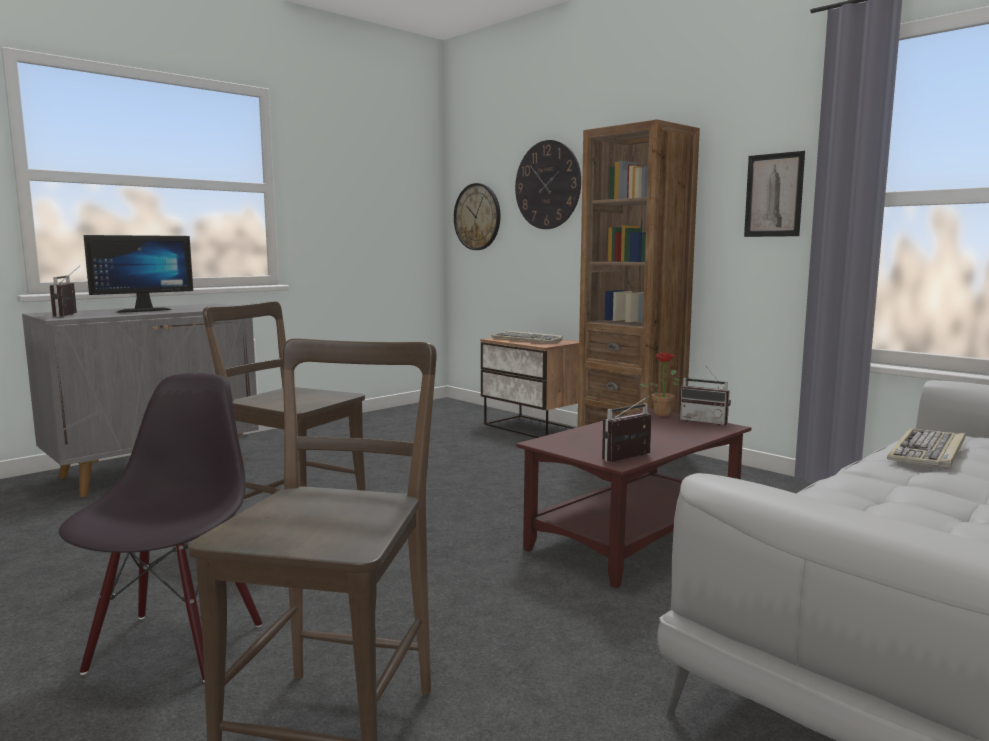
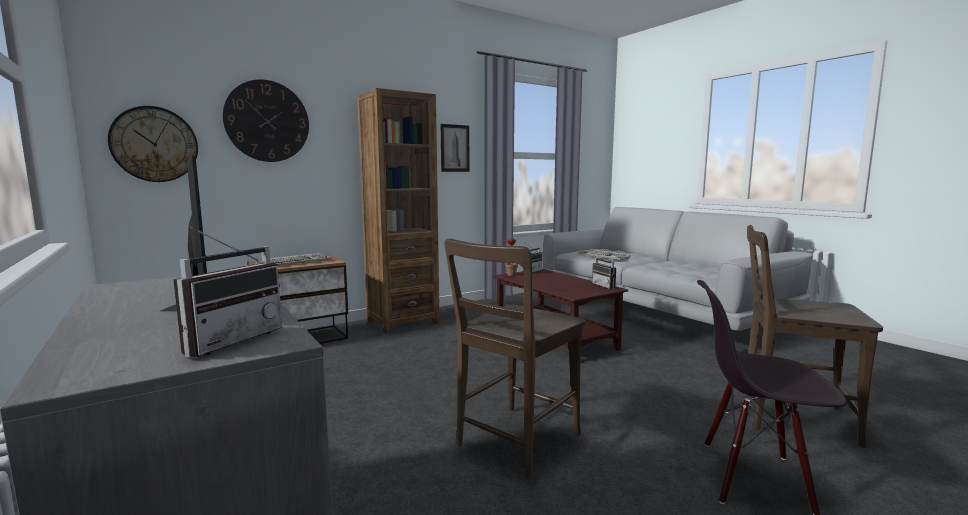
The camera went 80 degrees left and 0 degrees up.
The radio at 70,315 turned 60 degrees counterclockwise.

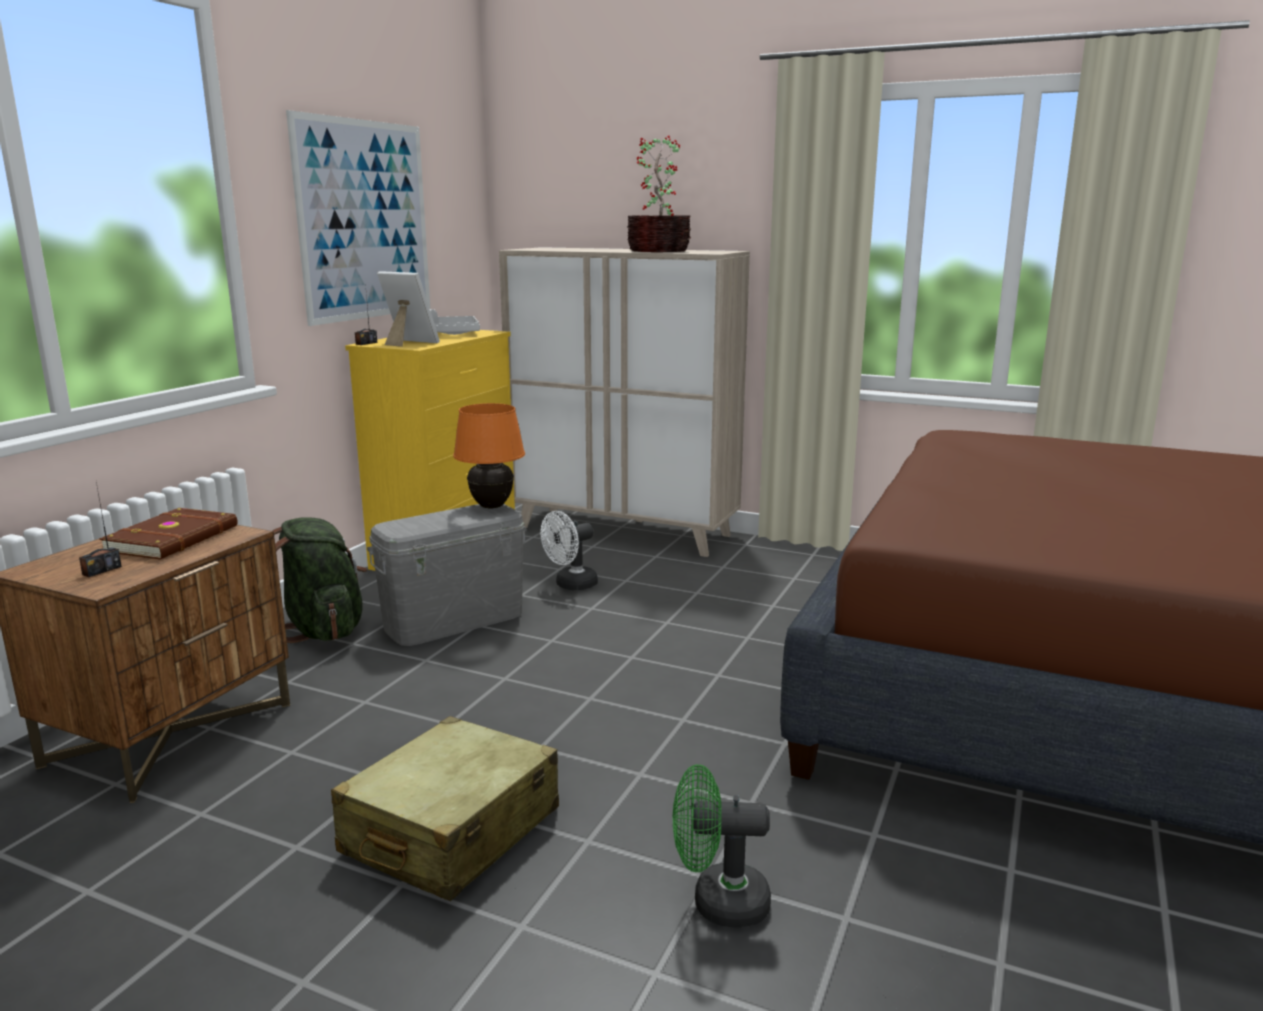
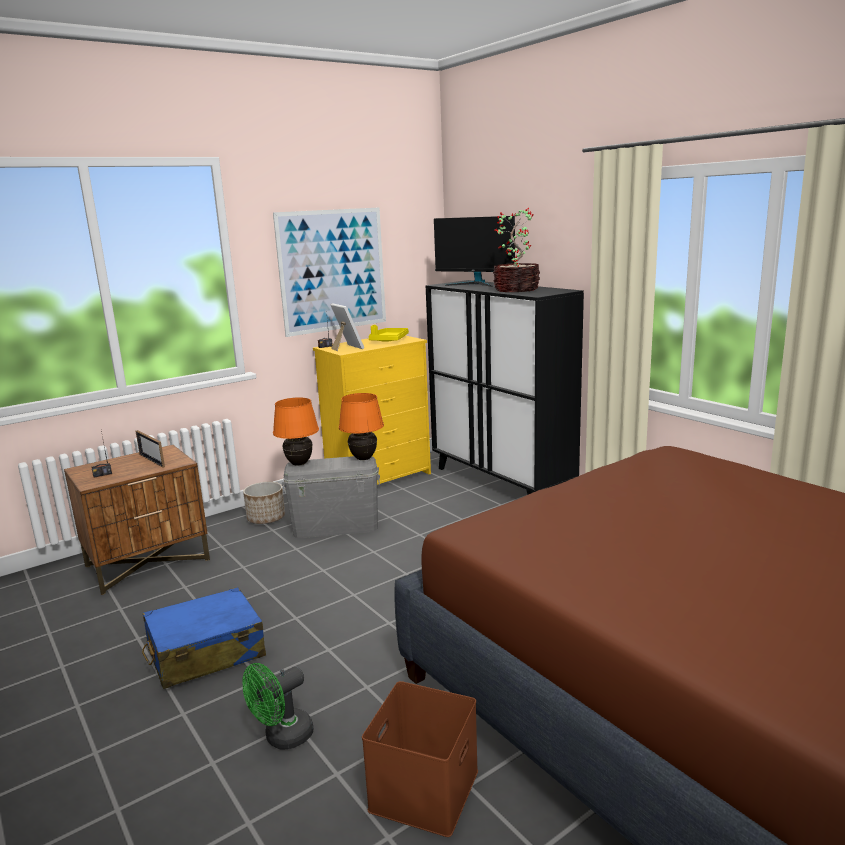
The camera went 30 degrees right and 0 degrees up.
The beige cabinet at 624,531 became the black cabinet at 501,482.
The grey tray at 454,334 became the yellow tray at 389,340.
The brown book at 174,539 was replaced by the picture frame at 152,460.
The white fan at 570,585 disappeared.
The green backpack at 321,630 was replaced by the planter at 266,518.
The beige suitcase at 451,832 became the blue suitcase at 205,653.
The green fan at 718,902 turned 75 degrees counterclockwise.
The monitor at 475,284 appeared.
The orange table lamp at 299,464 appeared.
The brown storage box at 425,792 appeared.

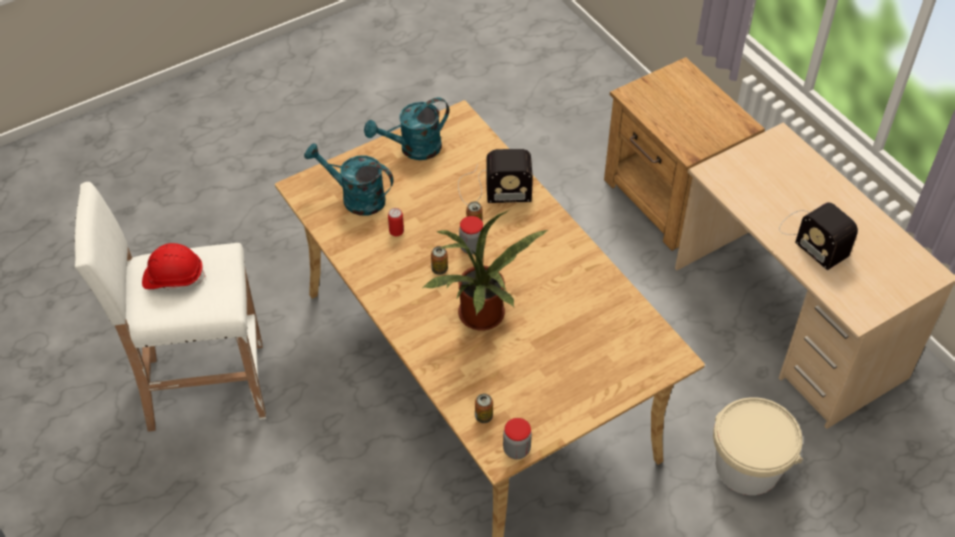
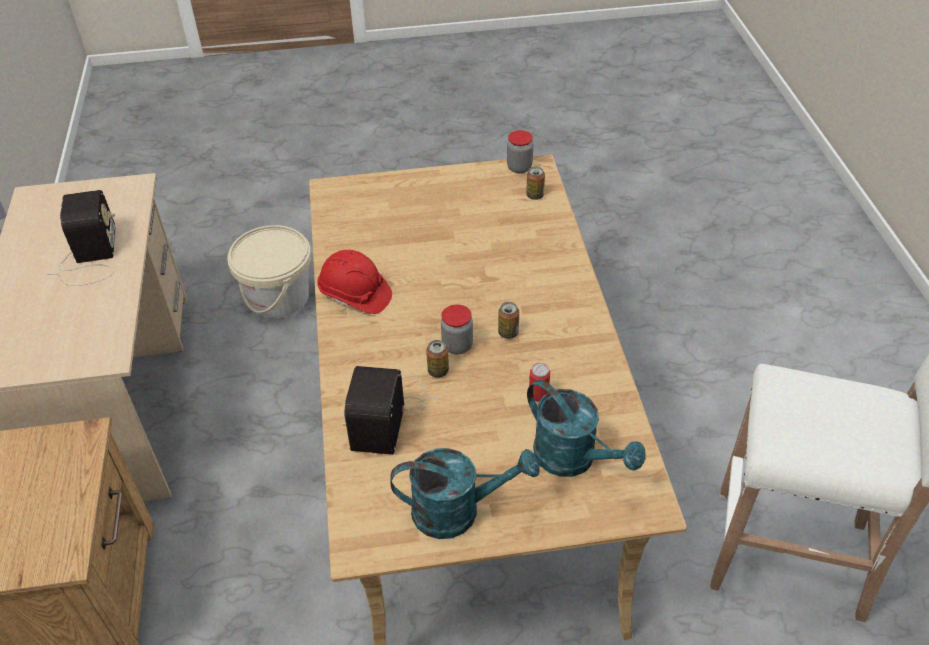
The camera went 155 degrees left and 5 degrees down.
The radio at 492,189 turned 105 degrees counterclockwise.
The potted plant at 482,318 disappeared.
The red hard hat moved from 173,277 to 355,295.

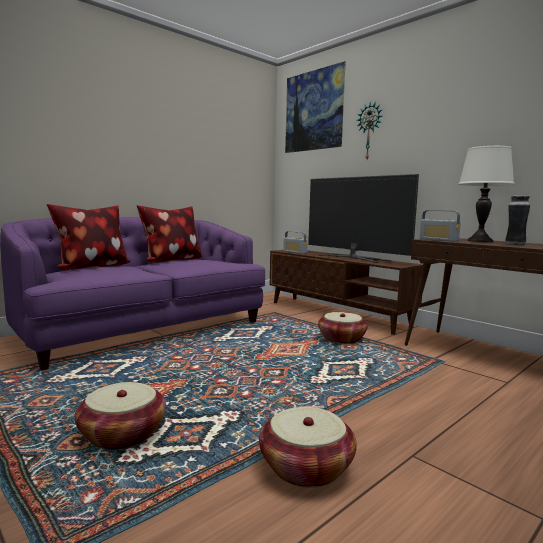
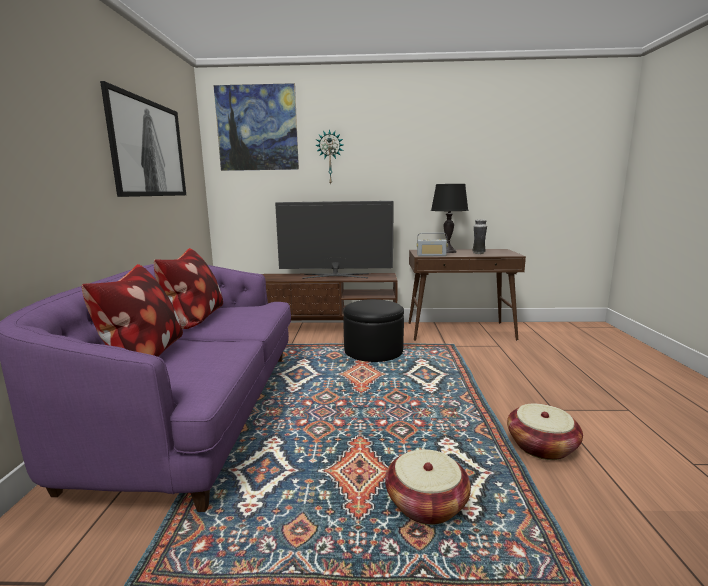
The camera went 45 degrees left and 5 degrees up.
The white table lamp at 480,241 became the black table lamp at 447,251.
The radio at 295,252 disappeared.
The basket at 342,339 was replaced by the black ottoman at 373,351.
The picture at 149,148 appeared.

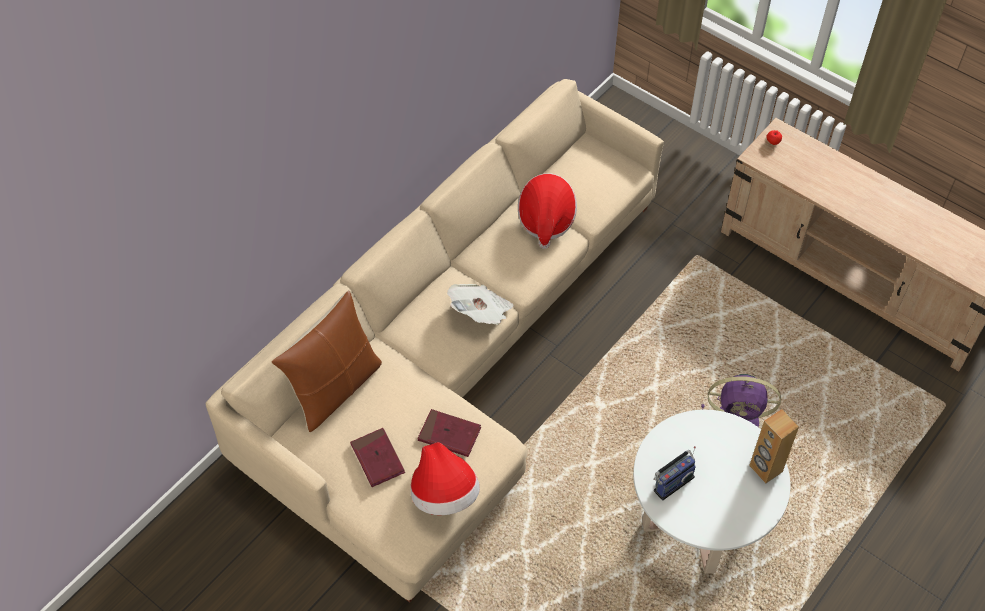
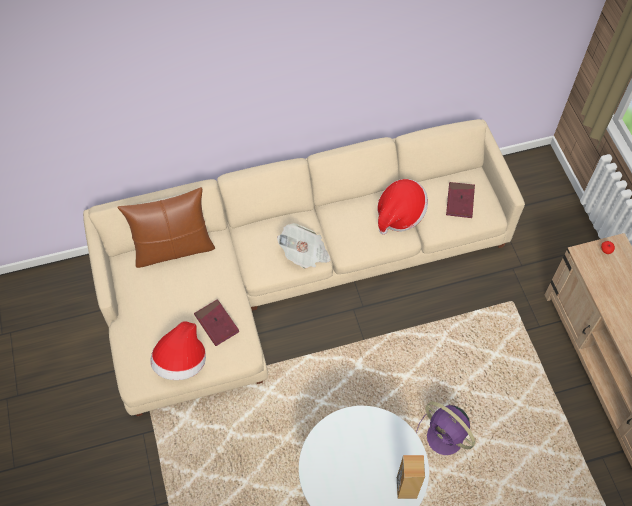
The camera went 35 degrees right and 5 degrees up.
The red book moved from 377,459 to 460,201.
The radio at 672,482 disappeared.

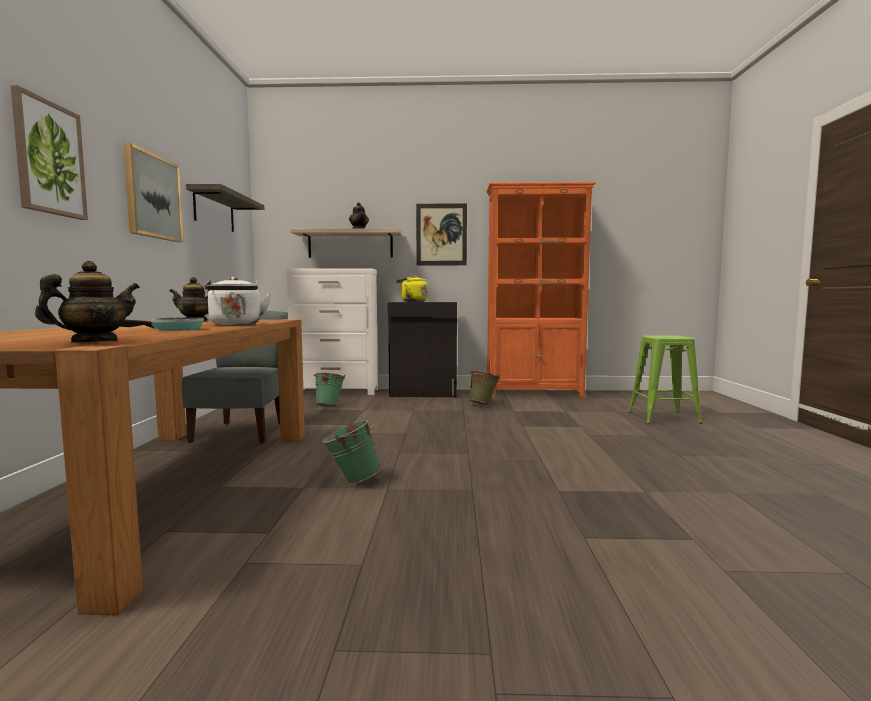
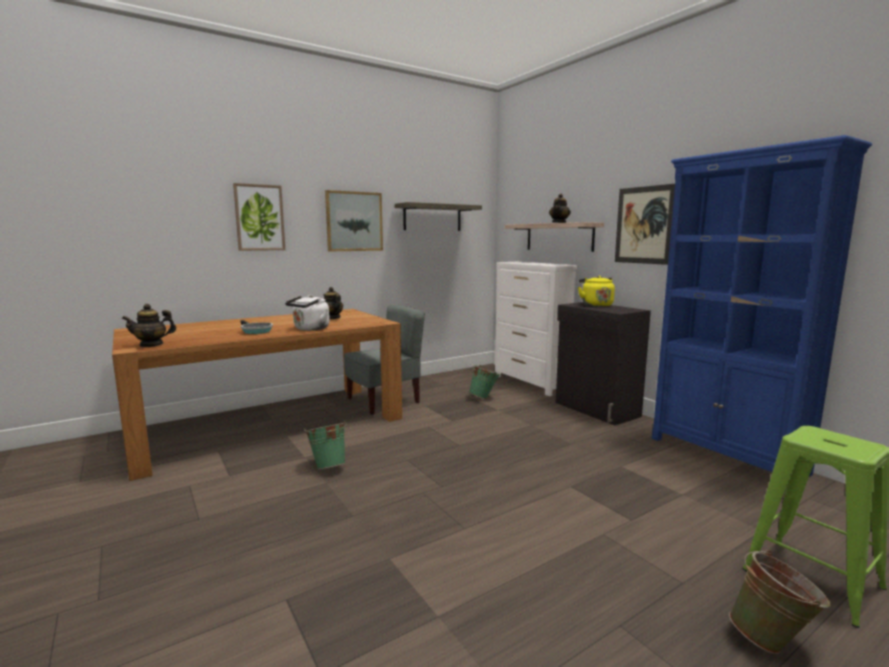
The camera went 55 degrees right and 5 degrees up.
The orange bookcase at 534,393 became the blue bookcase at 726,455.
The teapot at 94,342 turned 150 degrees clockwise.
The green bucket moved from 483,405 to 772,641.

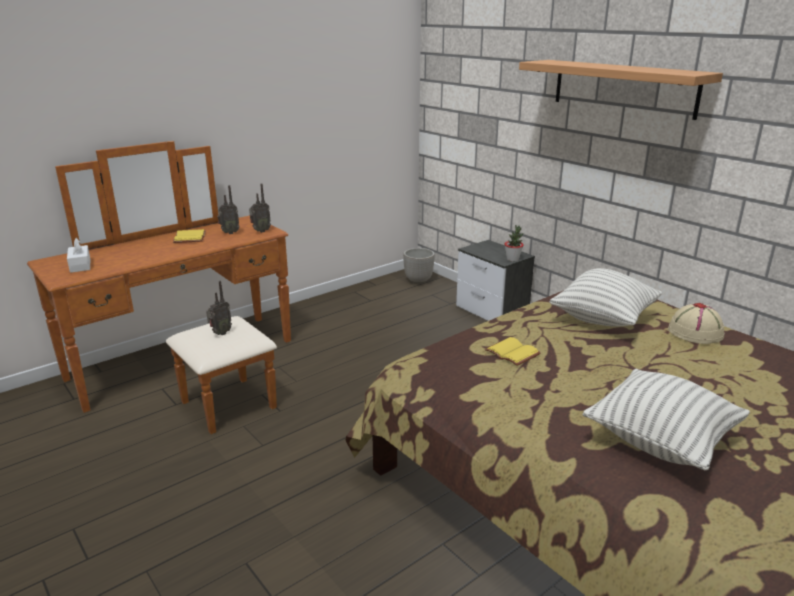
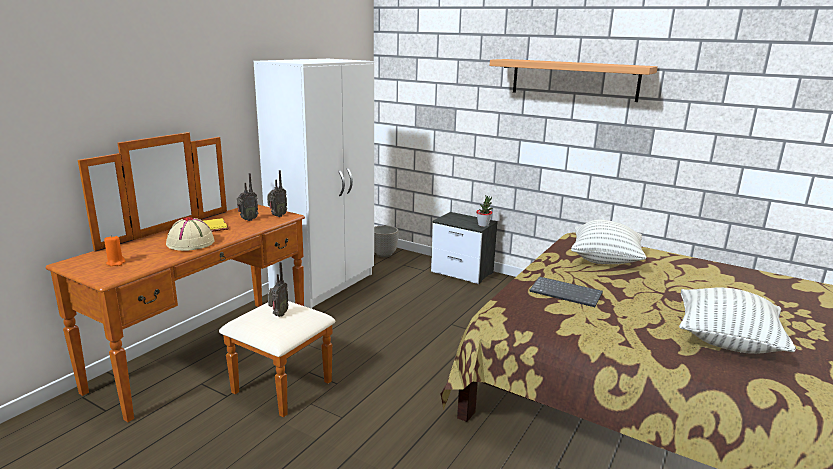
The camera went 20 degrees left and 5 degrees down.
The white tissue box at 80,265 was replaced by the orange candle at 116,263.
The beige hat moved from 695,332 to 191,243.
The yellow book at 513,353 was replaced by the keyboard at 566,293.
The white wardrobe at 325,284 appeared.

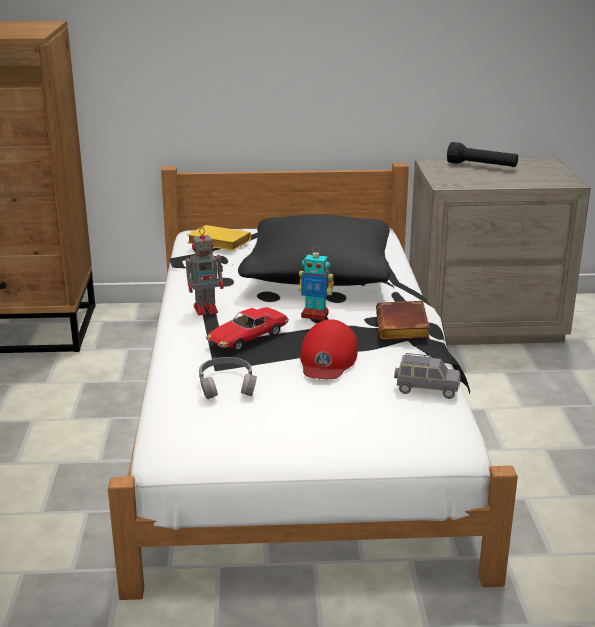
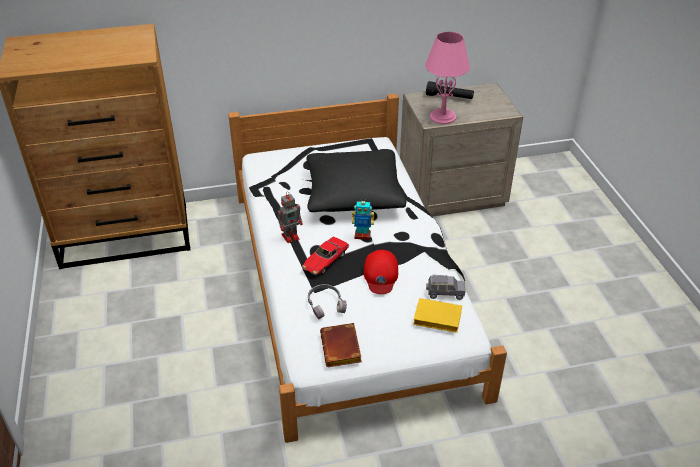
The camera went 10 degrees left and 15 degrees up.
The yellow book moved from 217,243 to 435,319.
The brown book moved from 404,327 to 342,349.
The pink table lamp at 443,117 appeared.

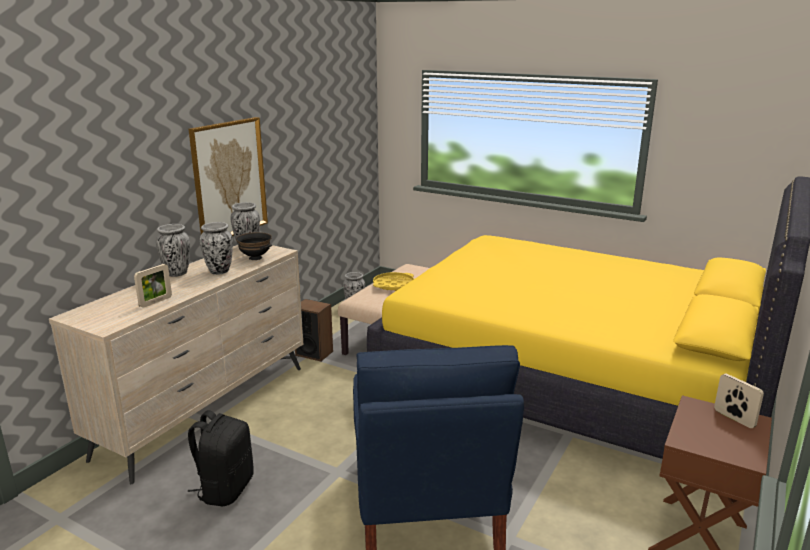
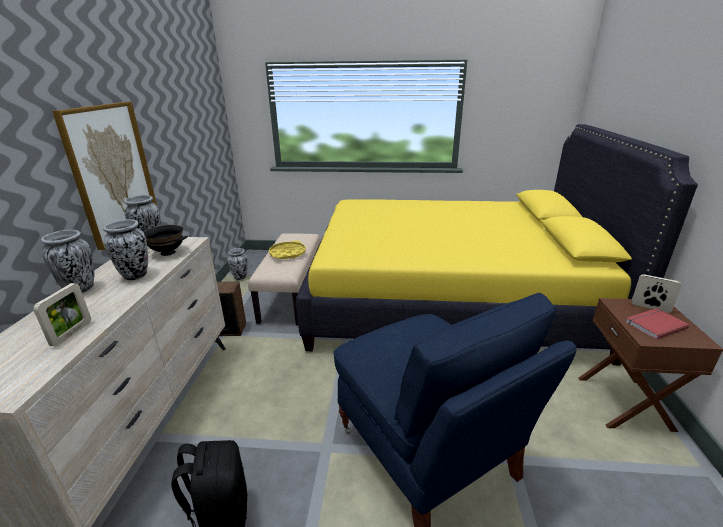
The camera went 25 degrees left and 5 degrees up.
The red book at 654,324 appeared.

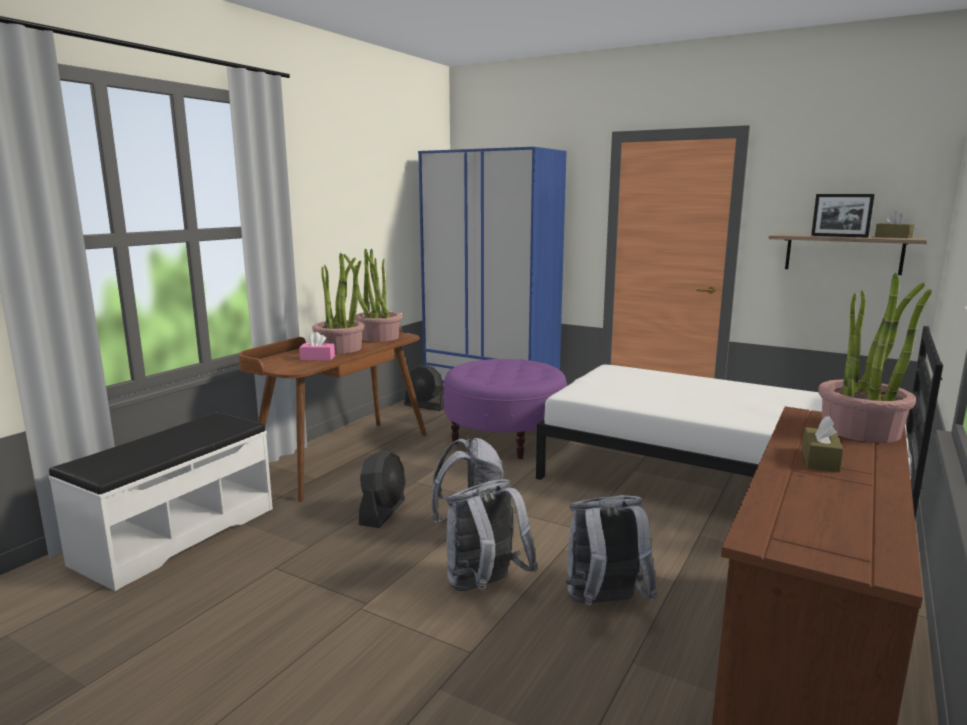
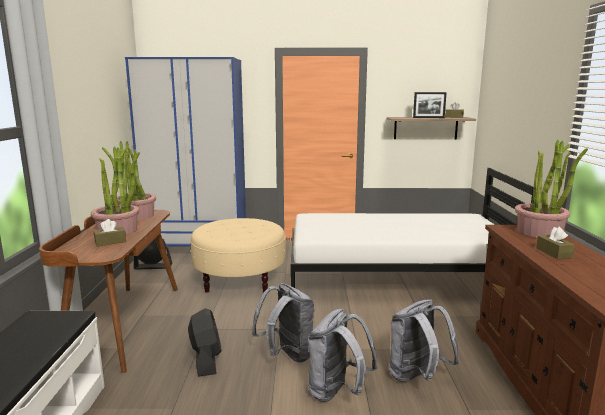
The camera went 30 degrees left and 0 degrees up.
The pink tissue box at 317,358 became the brown tissue box at 110,242.
The purple ottoman at 504,438 became the beige ottoman at 240,280.

